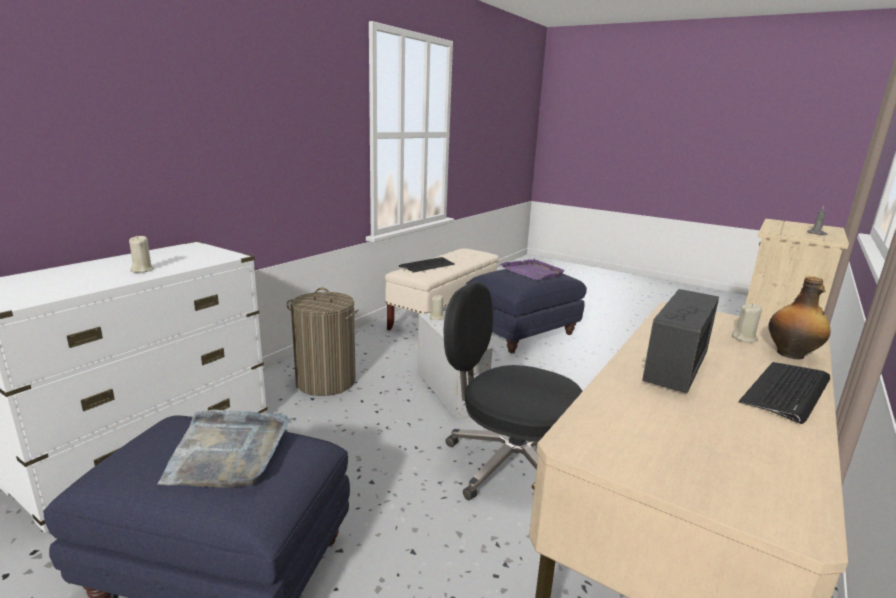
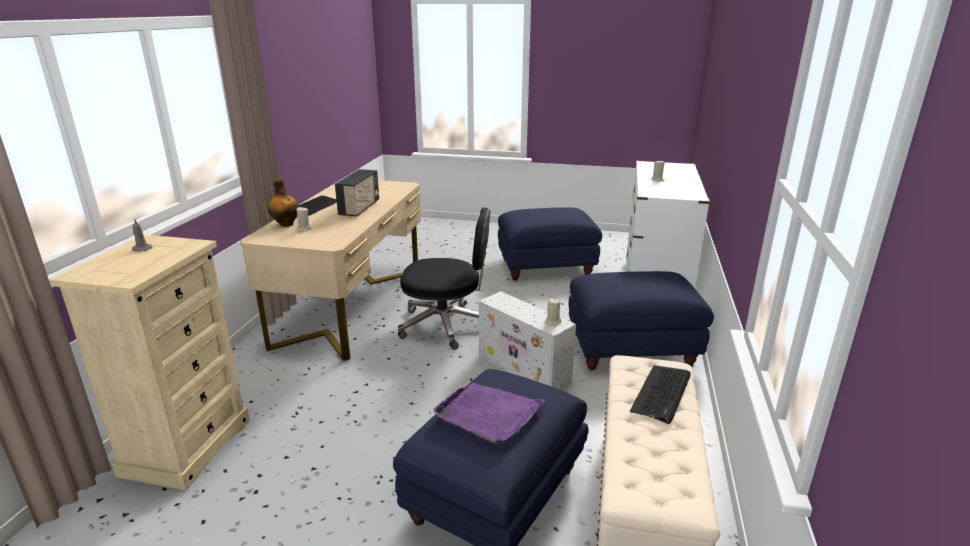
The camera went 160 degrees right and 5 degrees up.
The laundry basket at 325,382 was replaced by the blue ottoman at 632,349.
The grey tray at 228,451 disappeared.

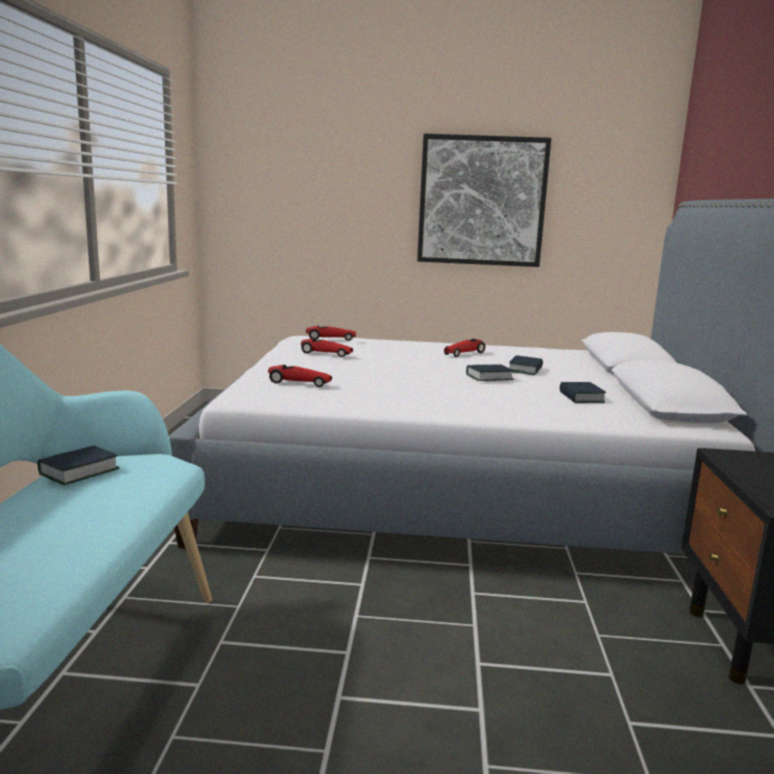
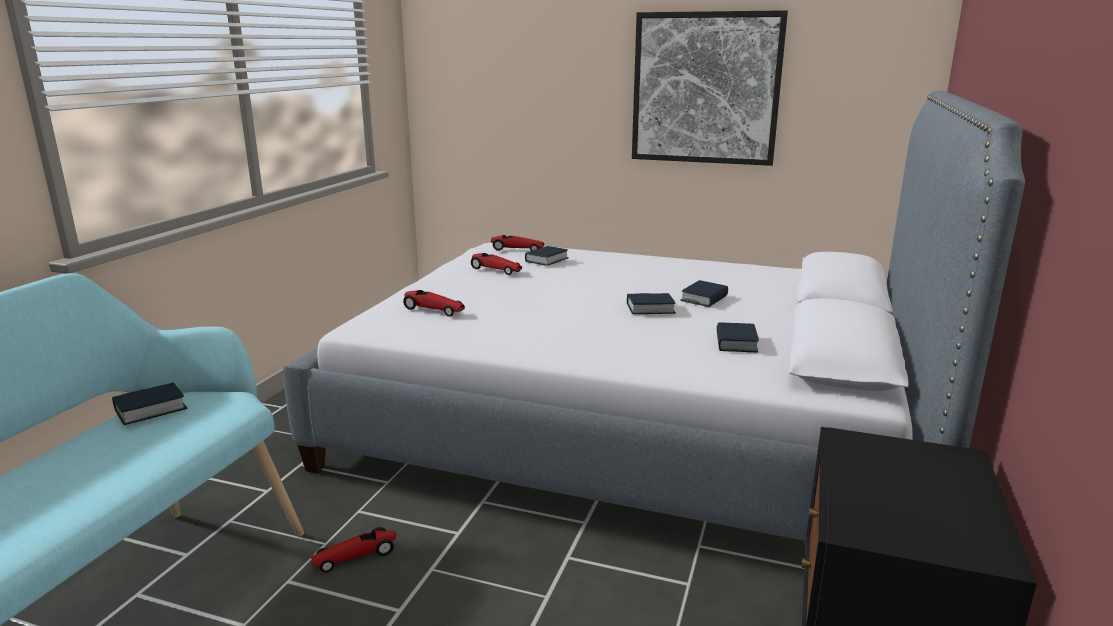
The camera went 15 degrees right and 5 degrees up.
The toy car moved from 464,353 to 356,557.
The book at 546,260 appeared.

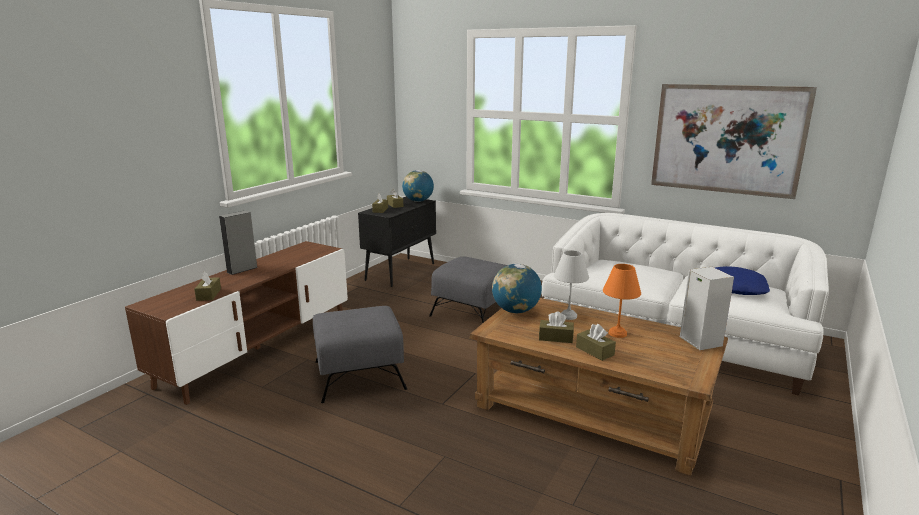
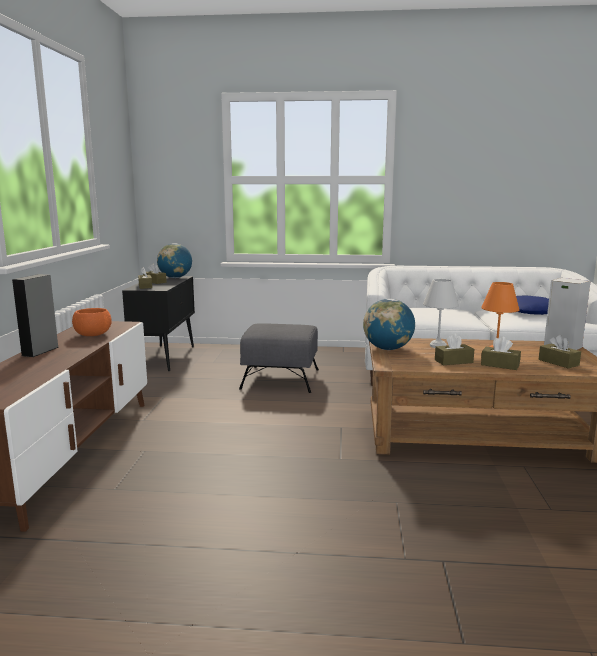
The camera went 25 degrees left and 5 degrees down.
The picture at 727,139 disappeared.
The brown tissue box moved from 209,294 to 558,362.
The grey ottoman at 360,375 disappeared.
The orange bowl at 93,335 appeared.

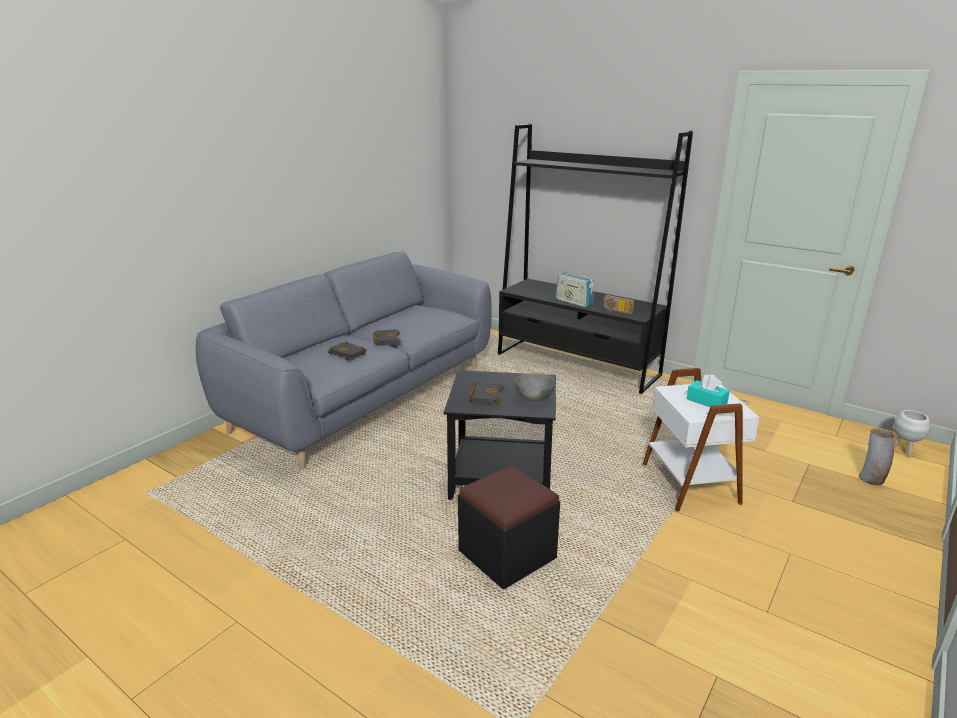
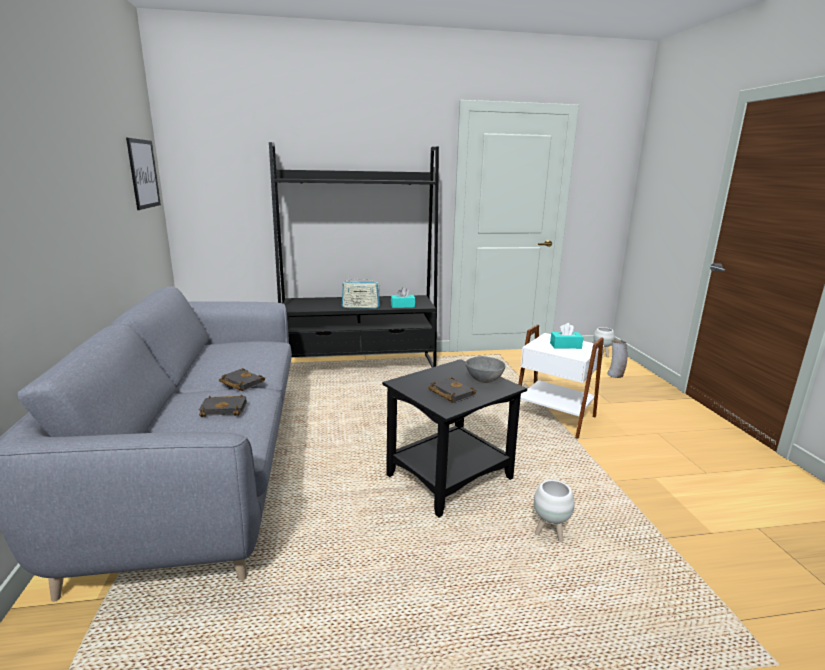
The camera went 45 degrees left and 5 degrees down.
The radio at 615,311 was replaced by the turquoise tissue box at 402,306.
The black ottoman at 507,554 was replaced by the white planter at 549,533.
The picture at 143,174 appeared.

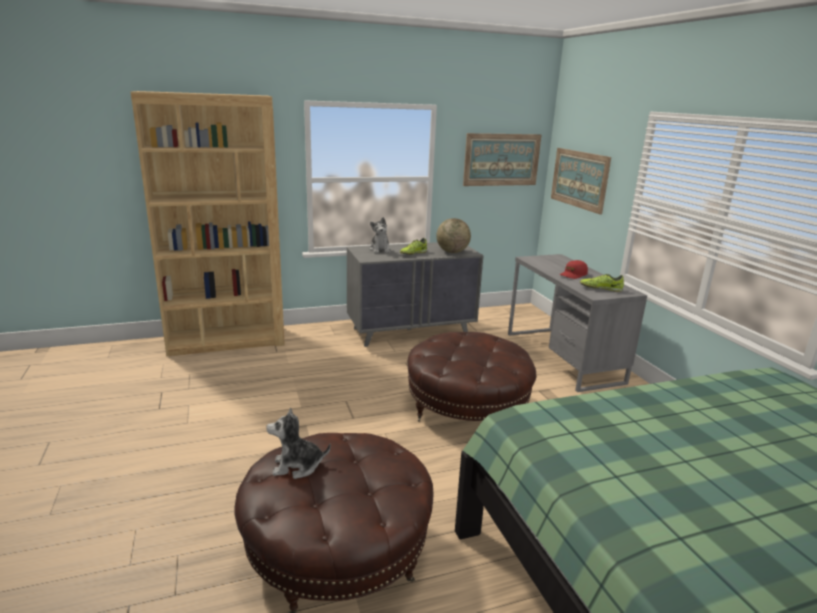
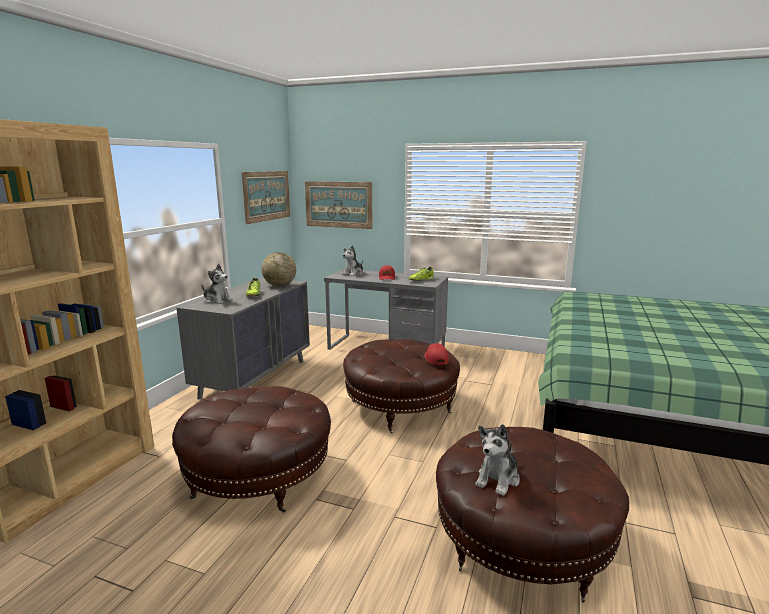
The camera went 50 degrees left and 5 degrees down.
The plush toy at 353,274 appeared.
The red cap at 436,359 appeared.
The brown ottoman at 258,477 appeared.

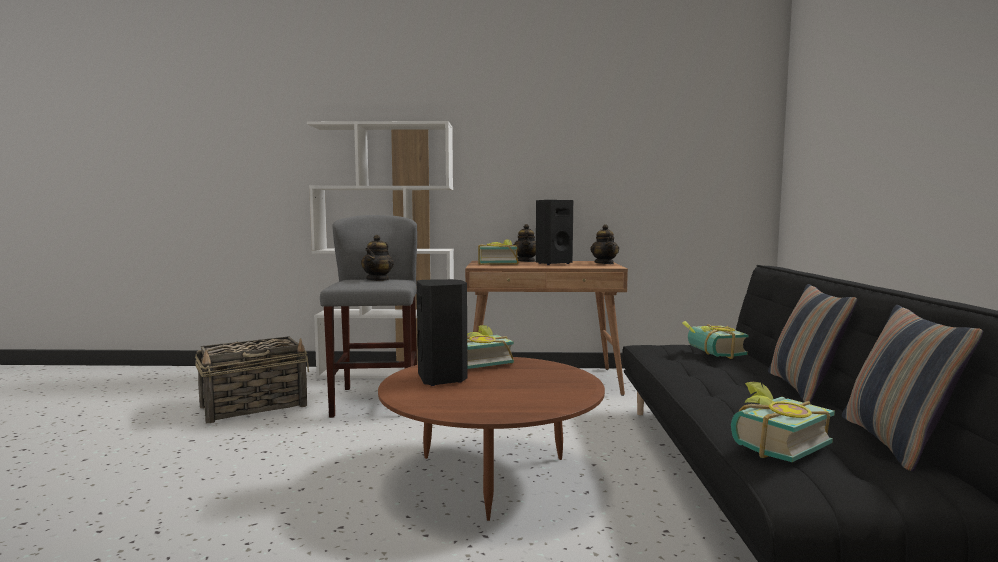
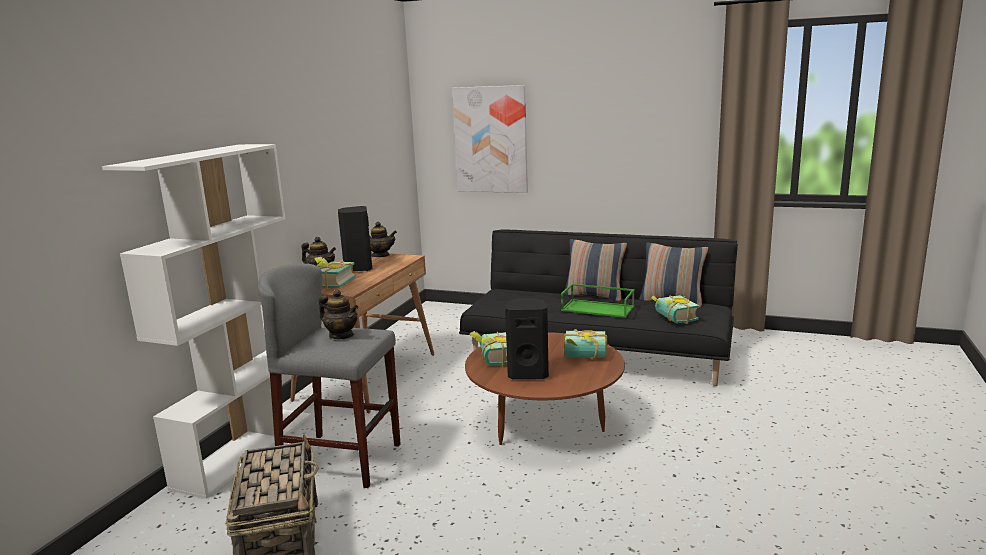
The camera went 70 degrees left and 10 degrees up.
The book moved from 711,353 to 585,357.
The picture at 491,140 appeared.
The green tray at 598,308 appeared.

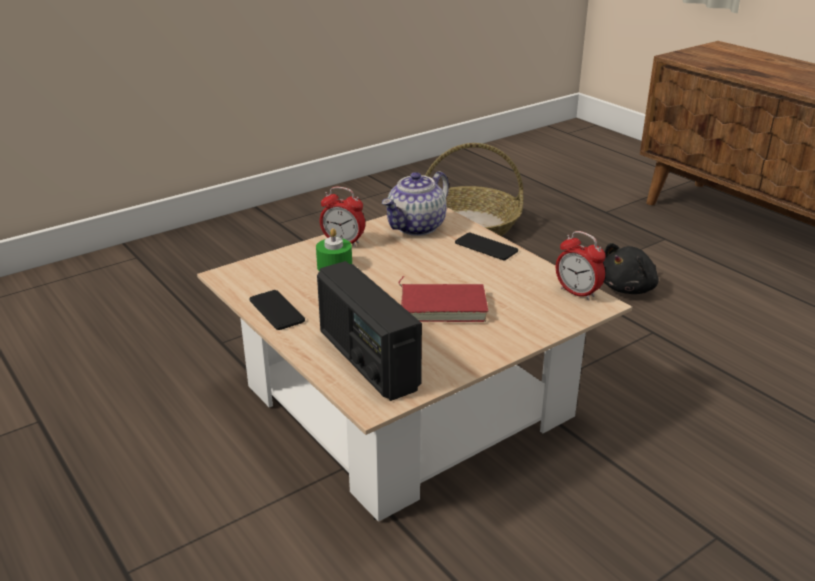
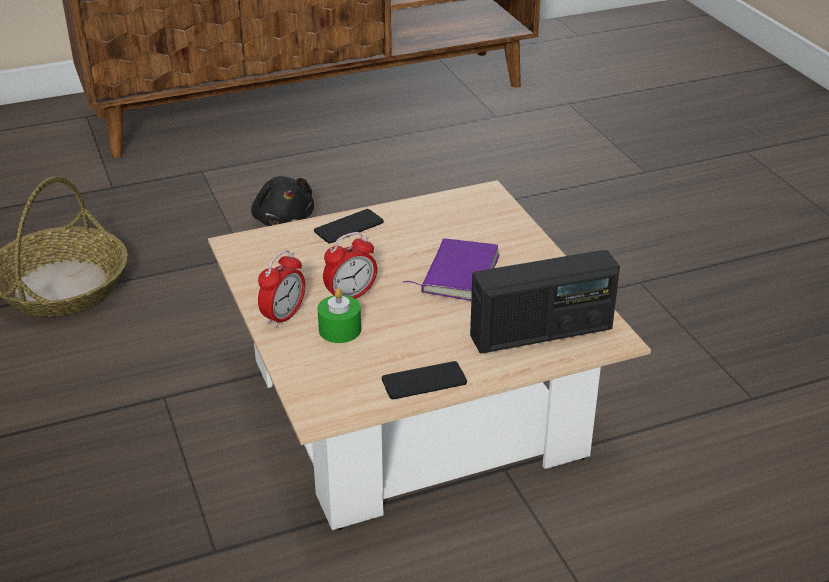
The camera went 75 degrees left and 5 degrees up.
The teapot at 416,227 disappeared.
The alarm clock moved from 577,293 to 350,296.
The red book at 443,305 became the purple book at 457,273.

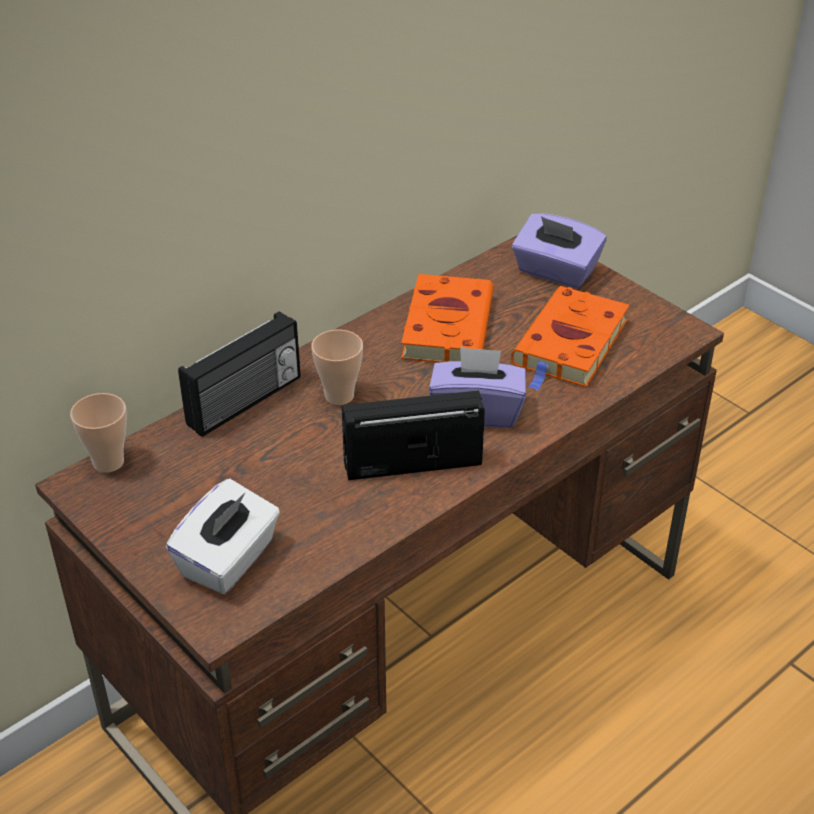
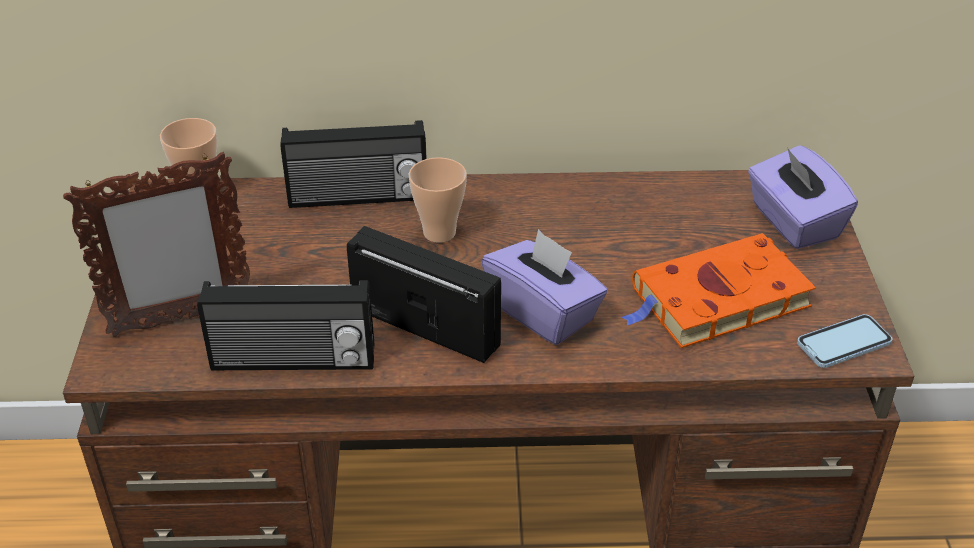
The camera went 40 degrees right and 0 degrees up.
The orange book at 447,324 disappeared.
The white tissue box at 229,560 was replaced by the picture frame at 180,319.
The radio at 293,361 appeared.
The phone at 843,343 appeared.

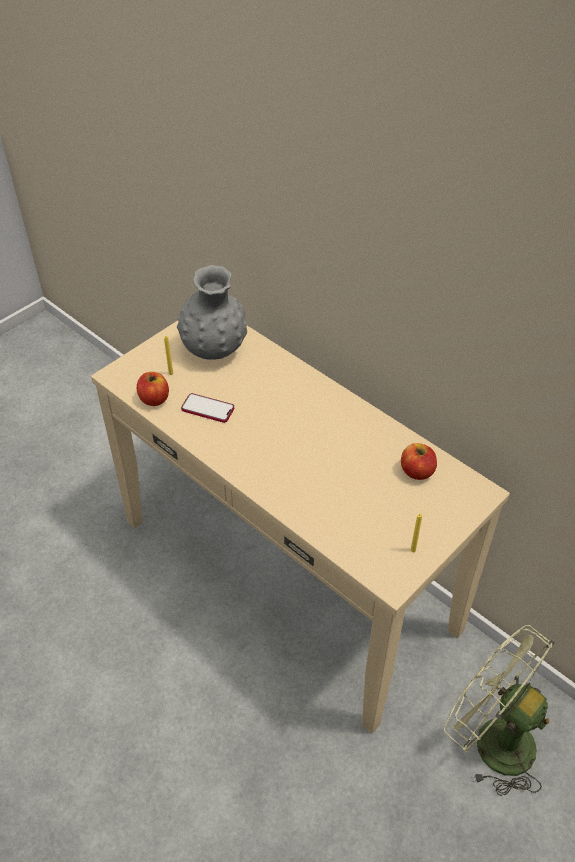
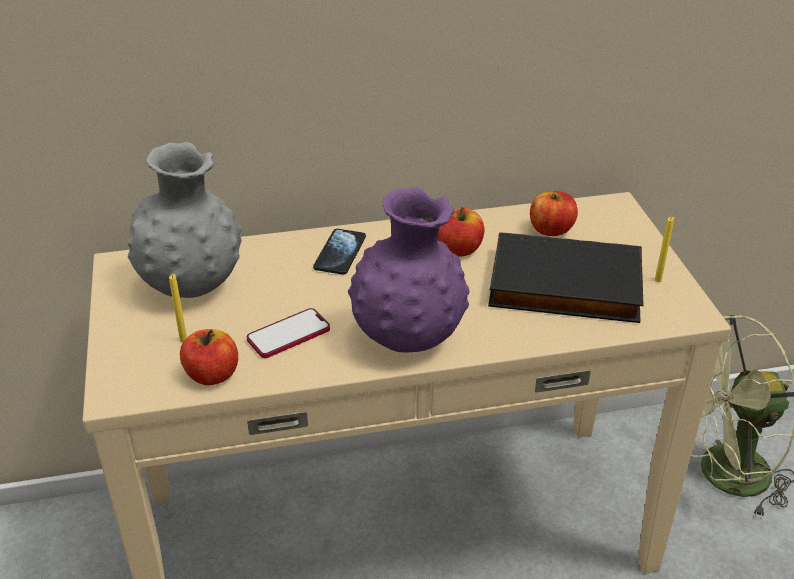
The camera went 55 degrees left and 10 degrees down.
The purple vase at 408,338 appeared.
The apple at 459,249 appeared.
The phone at 340,253 appeared.
The black book at 563,287 appeared.

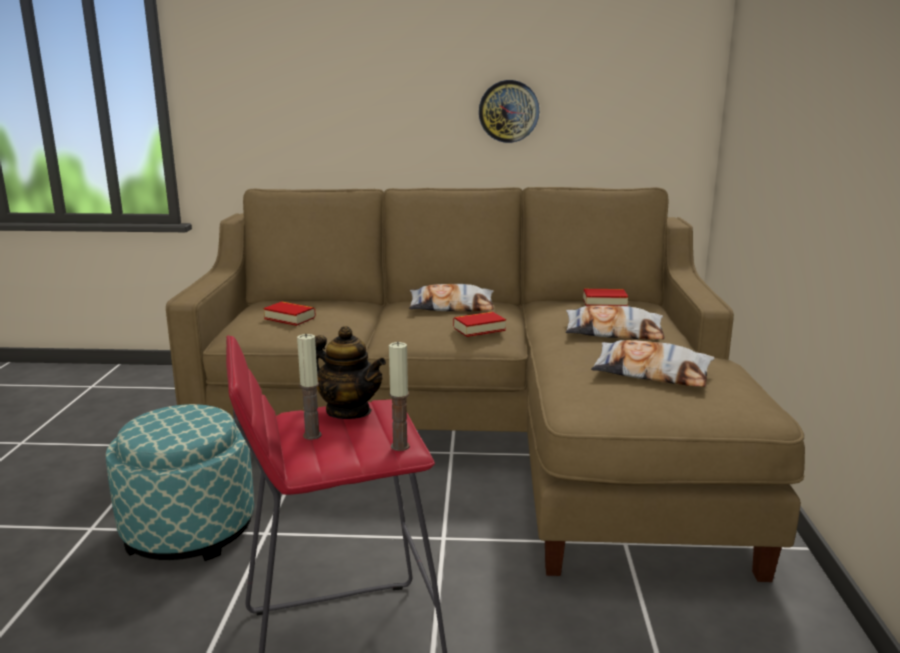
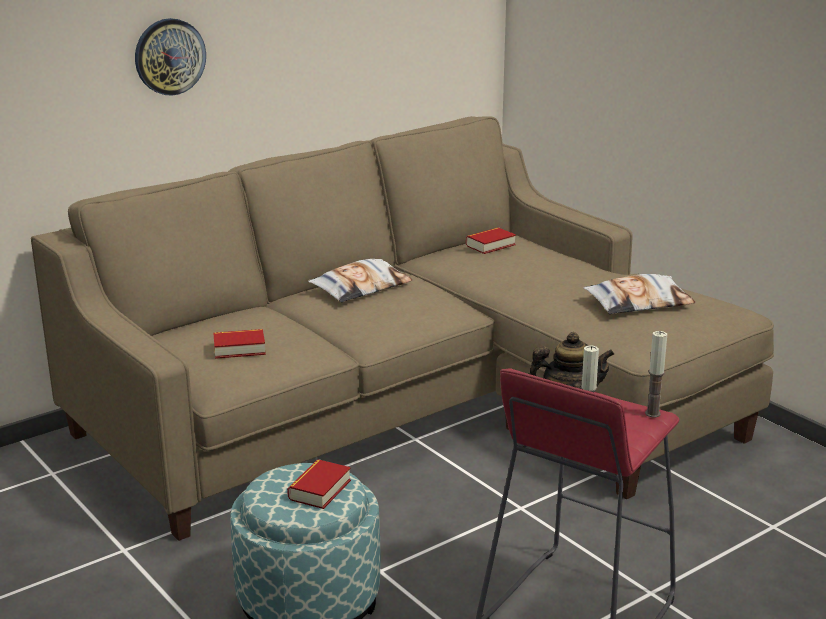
The camera went 40 degrees left and 5 degrees up.
The wall clock moved from 508,111 to 169,56.
The pillow at 614,332 disappeared.
The book moved from 479,329 to 319,490.

